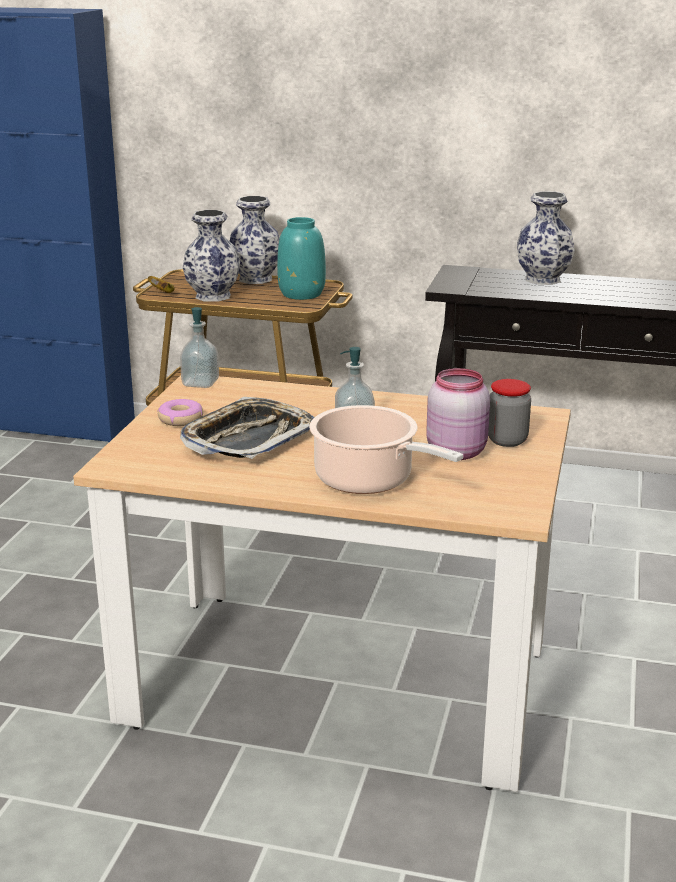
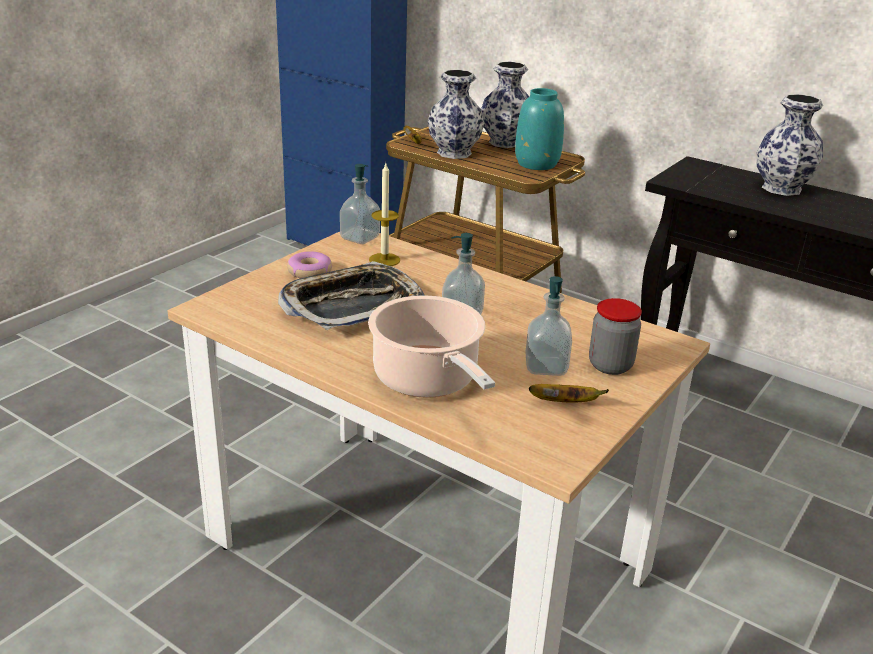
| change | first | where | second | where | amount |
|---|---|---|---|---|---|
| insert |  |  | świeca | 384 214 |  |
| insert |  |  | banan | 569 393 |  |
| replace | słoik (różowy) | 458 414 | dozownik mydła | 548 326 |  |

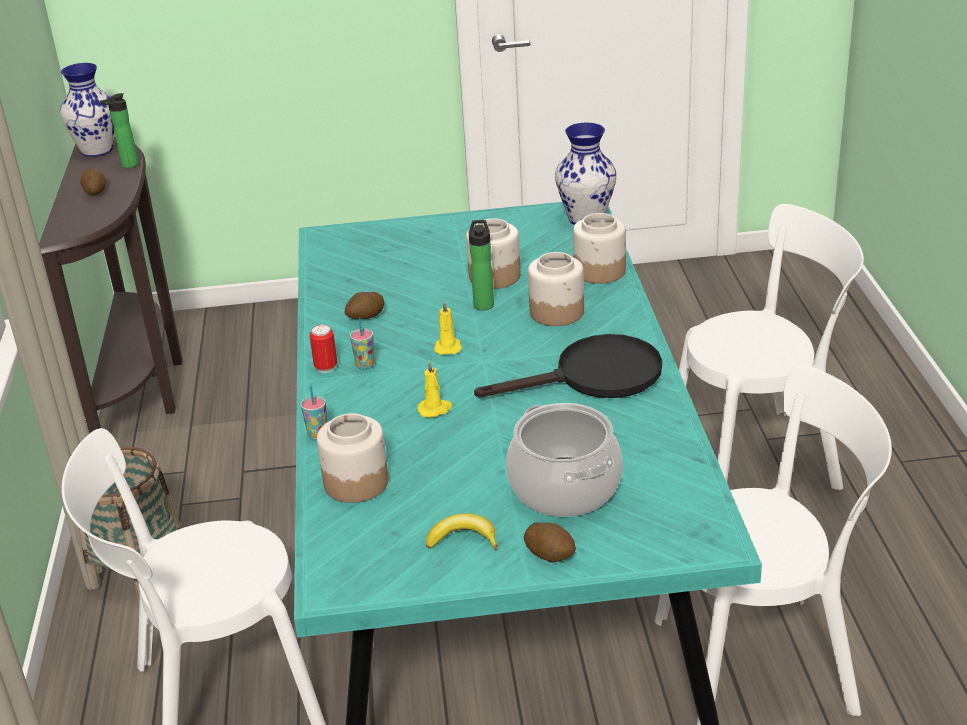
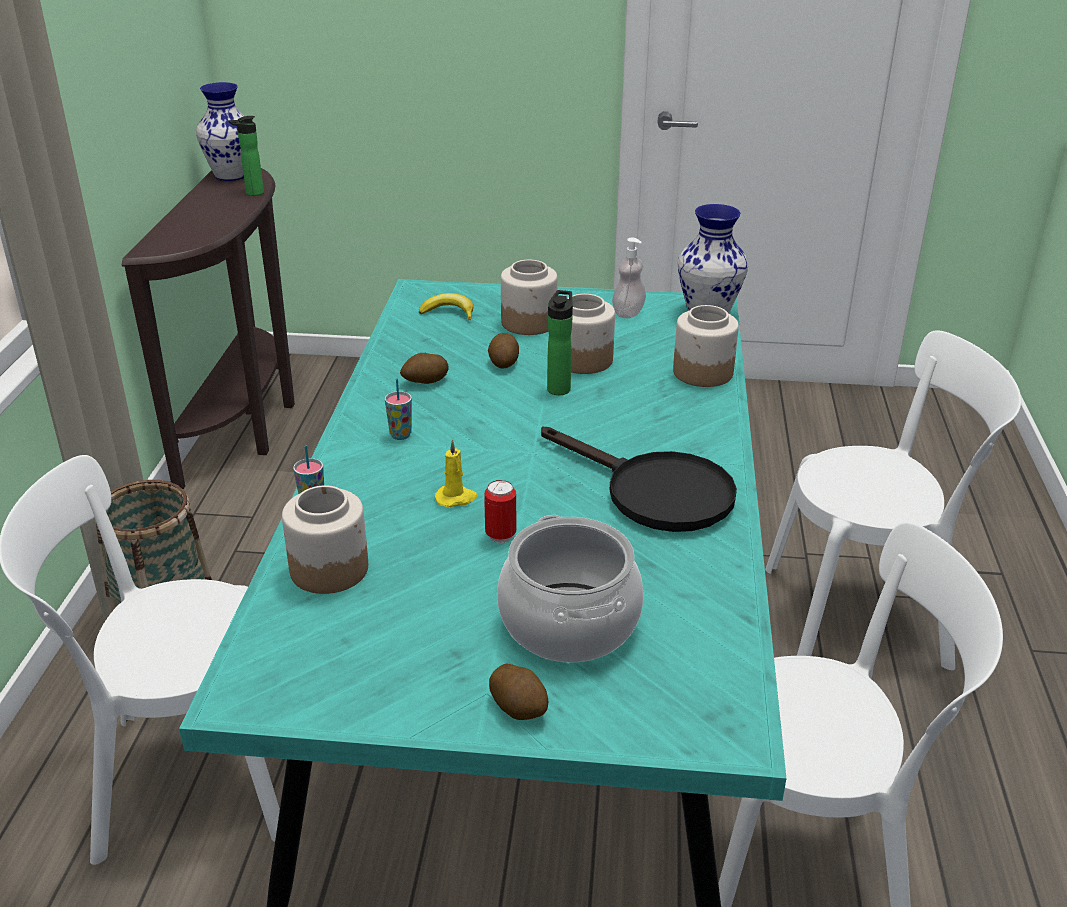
| change | first | where | second | where | amount |
|---|---|---|---|---|---|
| delete | świeca (żółty) | 448 328 |  |  |  |
| insert |  |  | dozownik mydła | 629 277 |  |
| move | ziemniak | 93 181 |  | 503 350 |  |
| move | puszka | 323 349 |  | 500 511 |  |
| move | banan | 462 531 |  | 446 306 |  |
| move | słoik | 556 289 |  | 529 297 |  |
| rotate | patelnia (czarny) | 568 366 |  | 639 479 | 45 degrees clockwise |

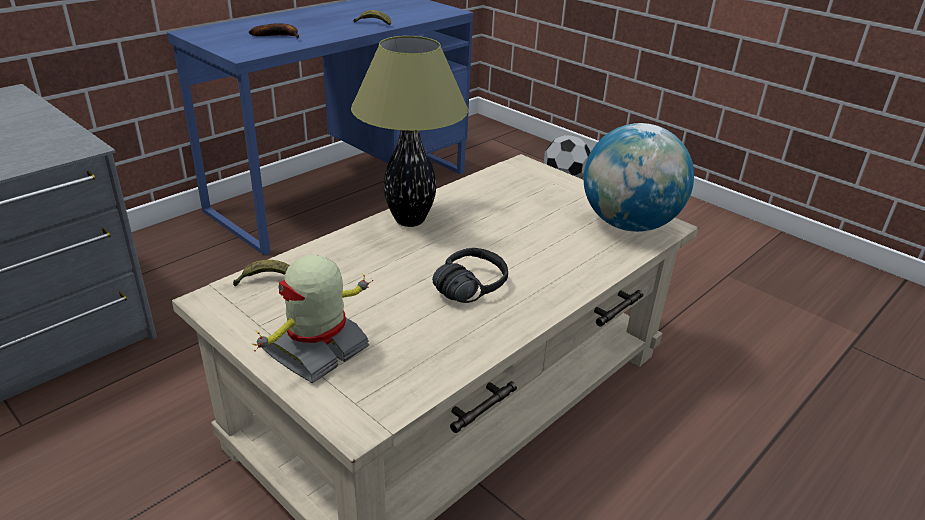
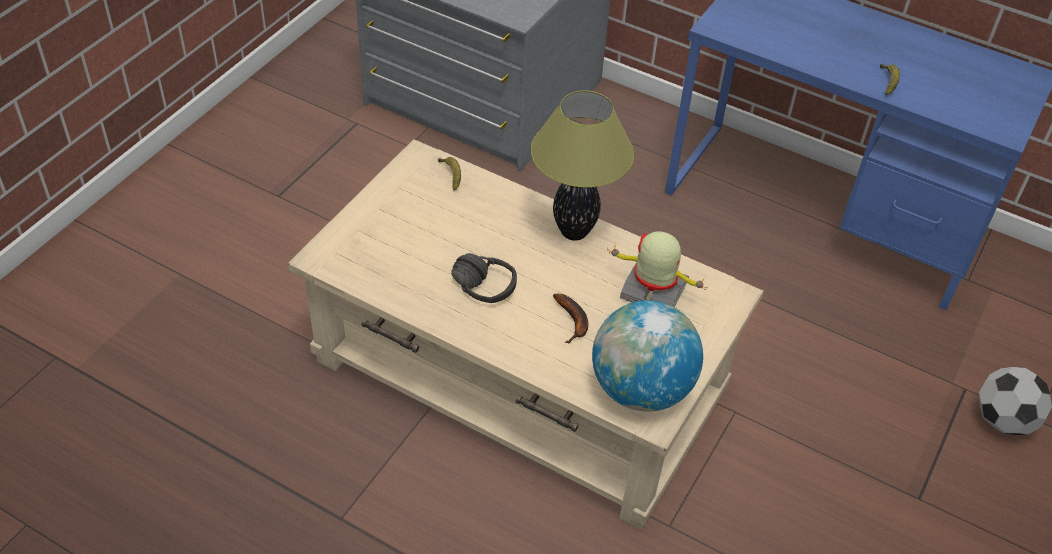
| change | first | where | second | where | amount |
|---|---|---|---|---|---|
| move | banan | 274 31 |  | 570 318 |  |
| move | robot zabawkowy | 313 319 |  | 657 269 |  |

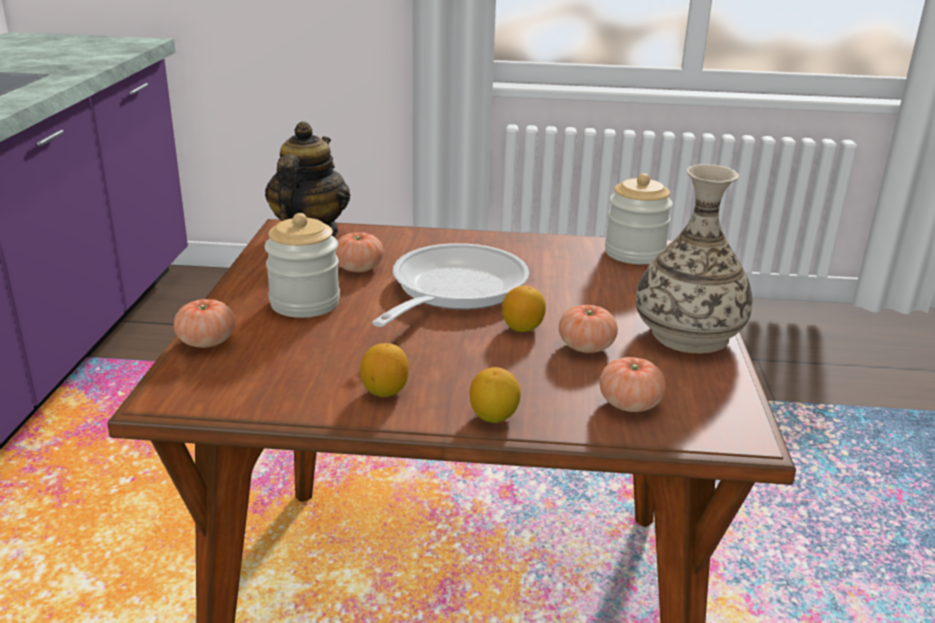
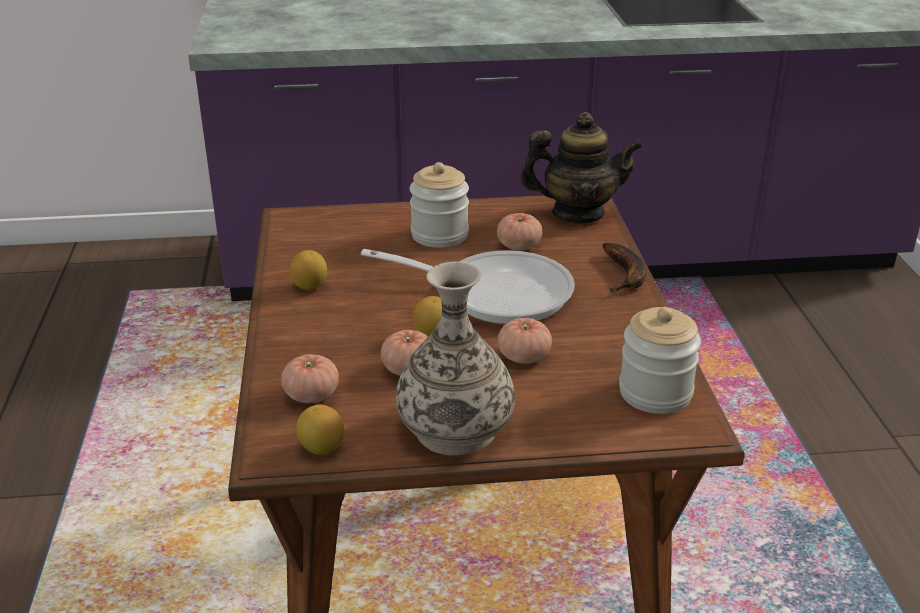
| change | first | where | second | where | amount |
|---|---|---|---|---|---|
| insert |  |  | banan | 624 268 |  |
| move | pomidor | 204 323 |  | 524 341 |  |
| move | cytryna | 495 395 |  | 320 429 |  |

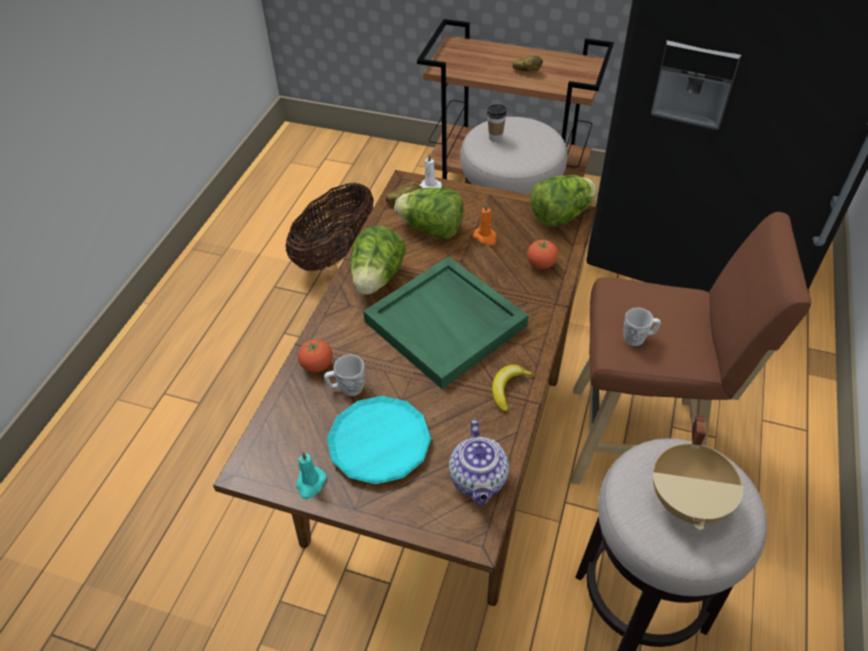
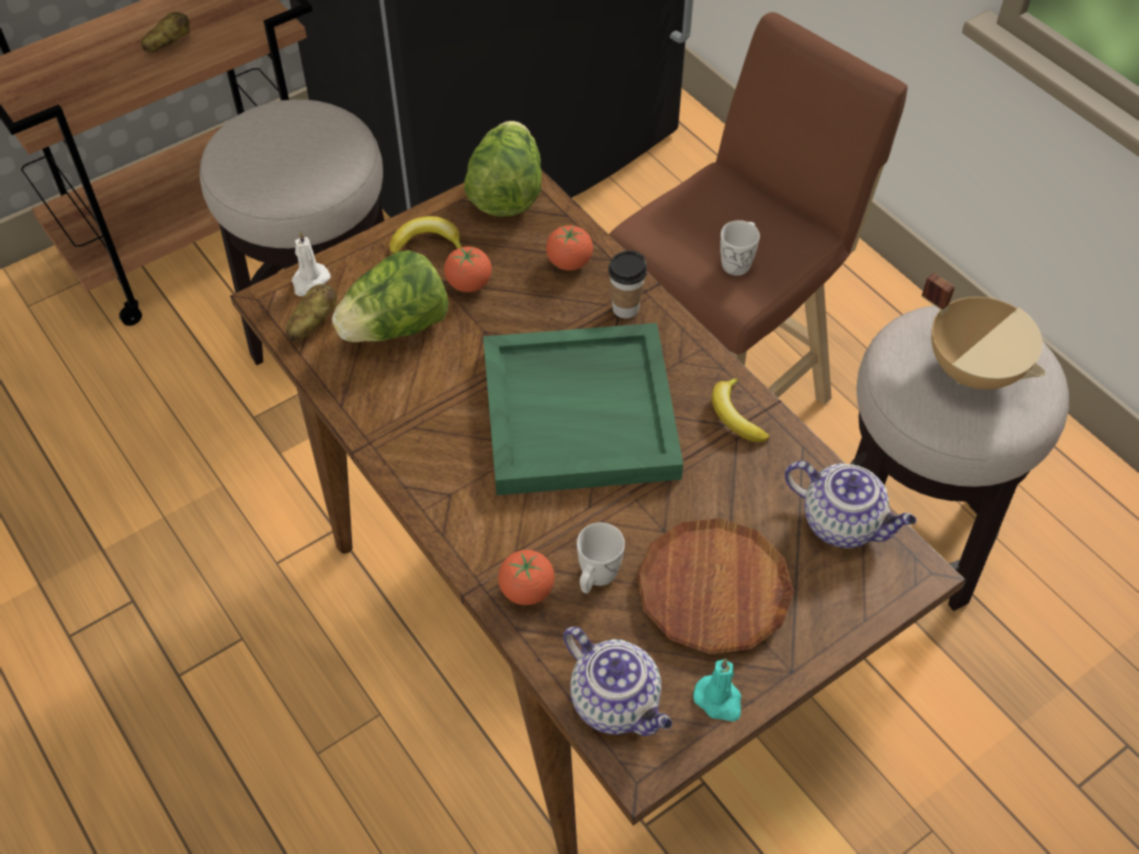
| change | first | where | second | where | amount |
|---|---|---|---|---|---|
| delete | koszyk | 330 226 |  |  |  |
| delete | sałata | 378 260 |  |  |  |
| insert |  |  | banan | 426 235 |  |
| insert |  |  | imbryk | 617 681 |  |
| move | filiżanka | 497 123 |  | 627 284 |  |
| replace | świeca (pomarańczowy) | 485 224 | pomidor | 468 269 |  |
| recolor | talerz (turkusowy) | 379 440 | talerz (brązowy) | 715 586 |  |

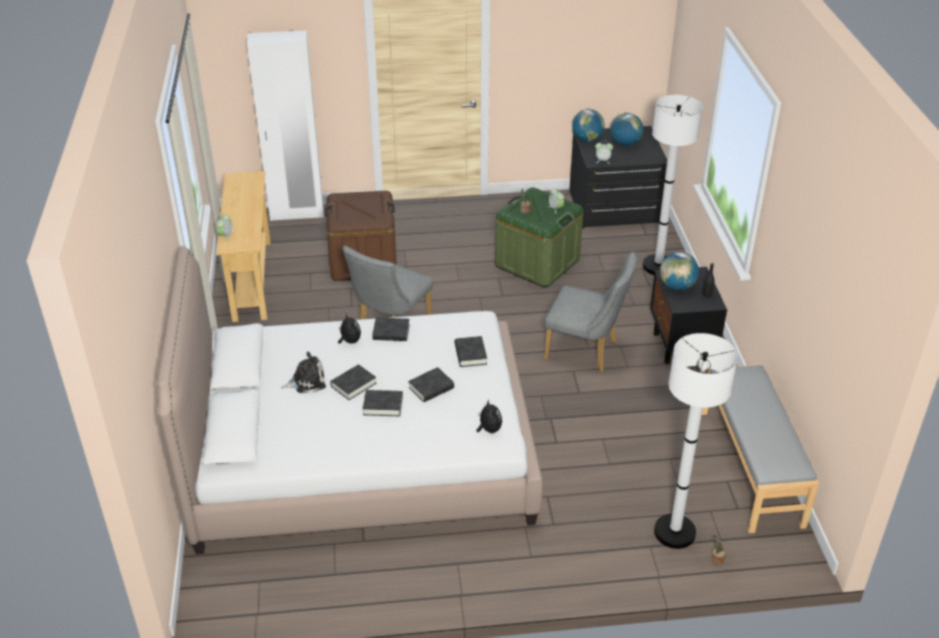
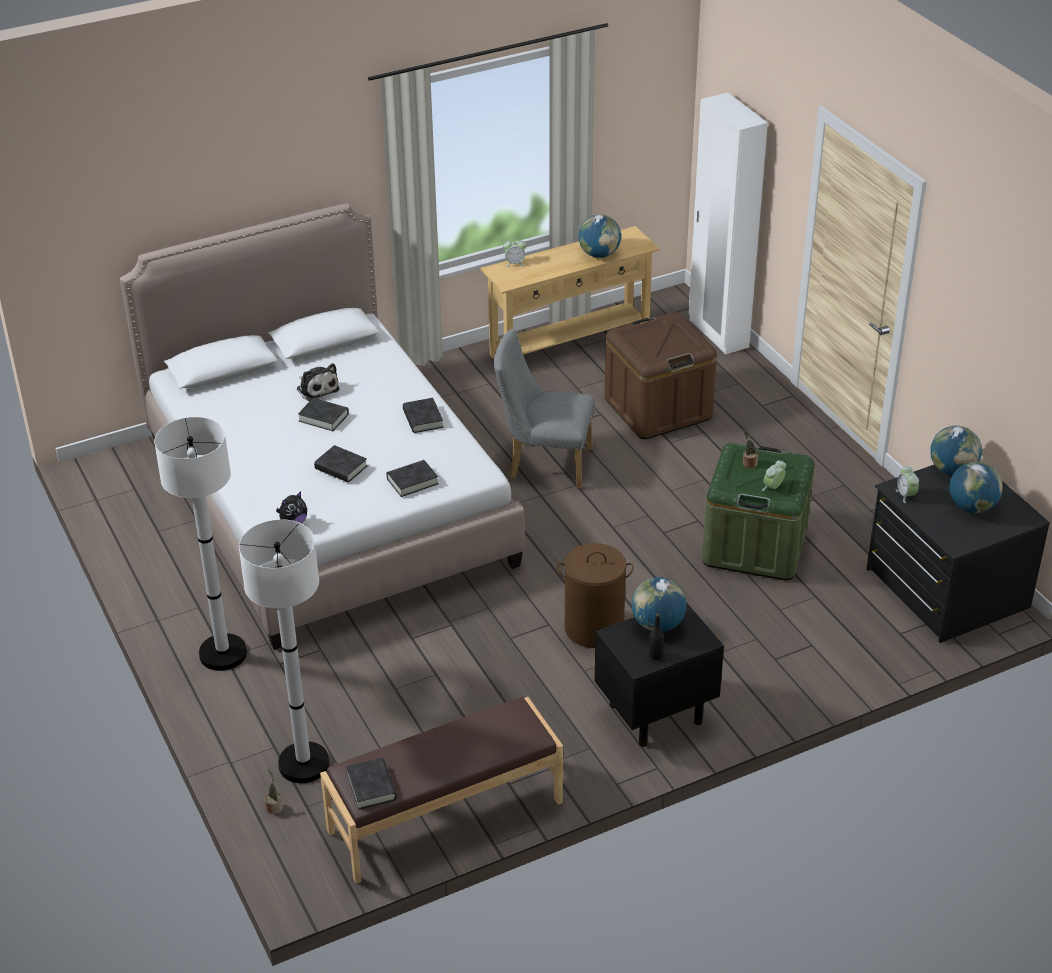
| change | first | where | second | where | amount |
|---|---|---|---|---|---|
| delete | pluszak | 349 328 |  |  |  |
| insert |  |  | globus | 599 236 |  |
| move | książka (czarny) | 383 403 |  | 371 783 |  |
| move | lampa stojąca (biały) | 673 185 |  | 200 544 |  |
| replace | krzesło (szary) | 590 312 | kosz na pranie (brązowy) | 595 595 |  |
| recolor | ławka (szary) | 760 448 | ławka (brązowy) | 441 790 |  |

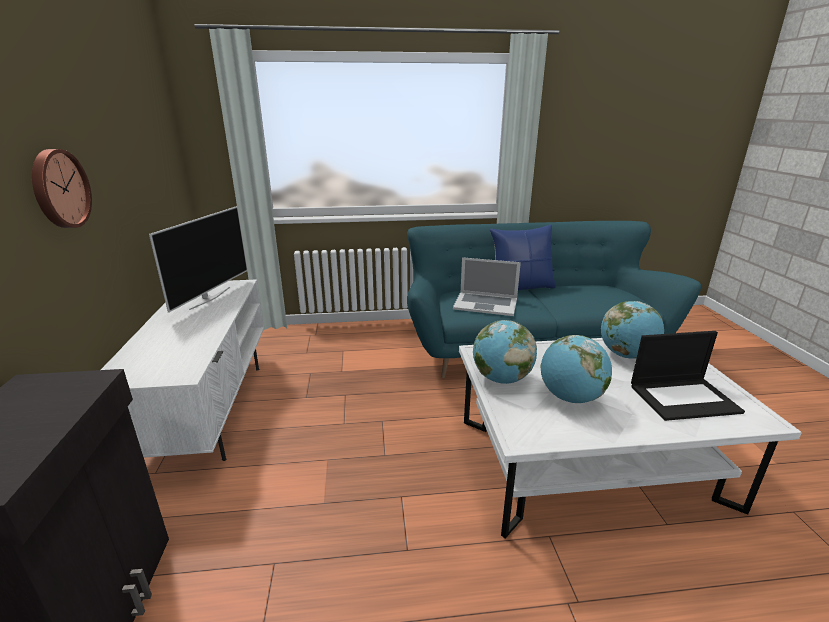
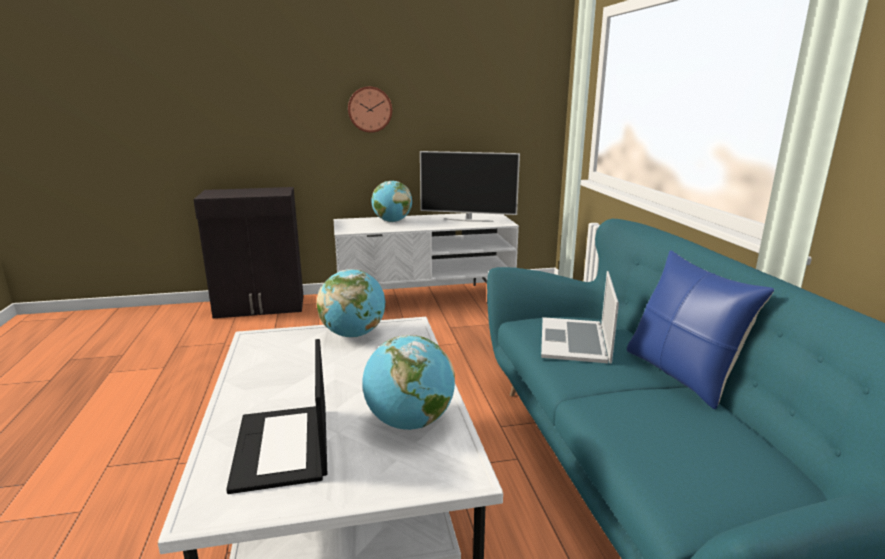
| change | first | where | second | where | amount |
|---|---|---|---|---|---|
| move | globus | 576 369 |  | 391 201 |  |

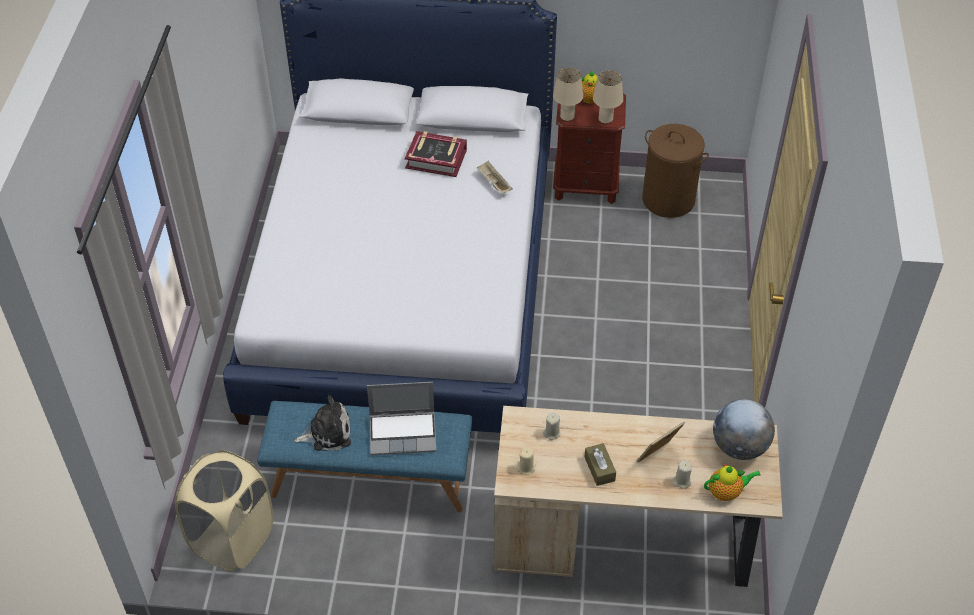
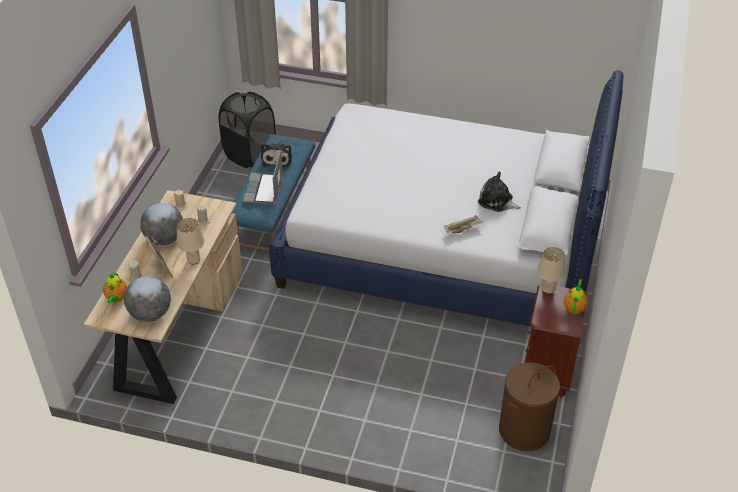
| change | first | where | second | where | amount |
|---|---|---|---|---|---|
| move | lampa stołowa (beżowy) | 608 97 |  | 190 241 |  |
| replace | książka | 436 154 | pluszak | 499 192 |  |
| replace | pudełko chusteczek (brązowy) | 600 464 | globus | 161 224 |  |
| recolor | kosz na pranie (beżowy) | 224 511 | kosz na pranie (czarny) | 247 130 |  |

